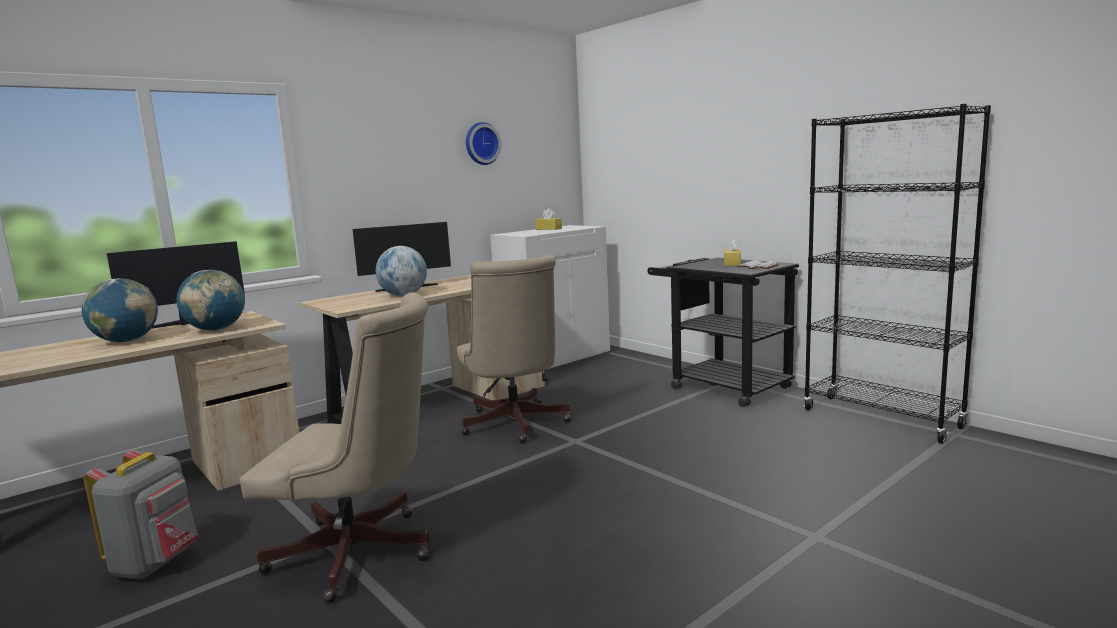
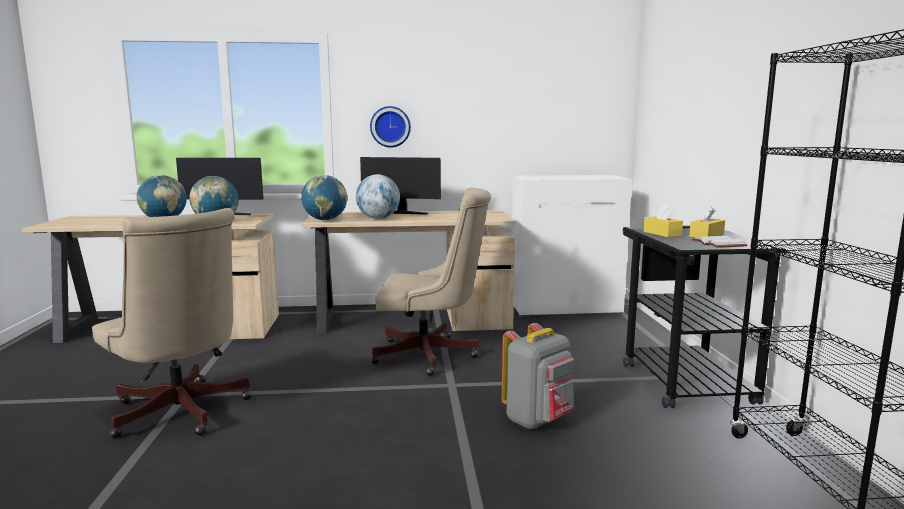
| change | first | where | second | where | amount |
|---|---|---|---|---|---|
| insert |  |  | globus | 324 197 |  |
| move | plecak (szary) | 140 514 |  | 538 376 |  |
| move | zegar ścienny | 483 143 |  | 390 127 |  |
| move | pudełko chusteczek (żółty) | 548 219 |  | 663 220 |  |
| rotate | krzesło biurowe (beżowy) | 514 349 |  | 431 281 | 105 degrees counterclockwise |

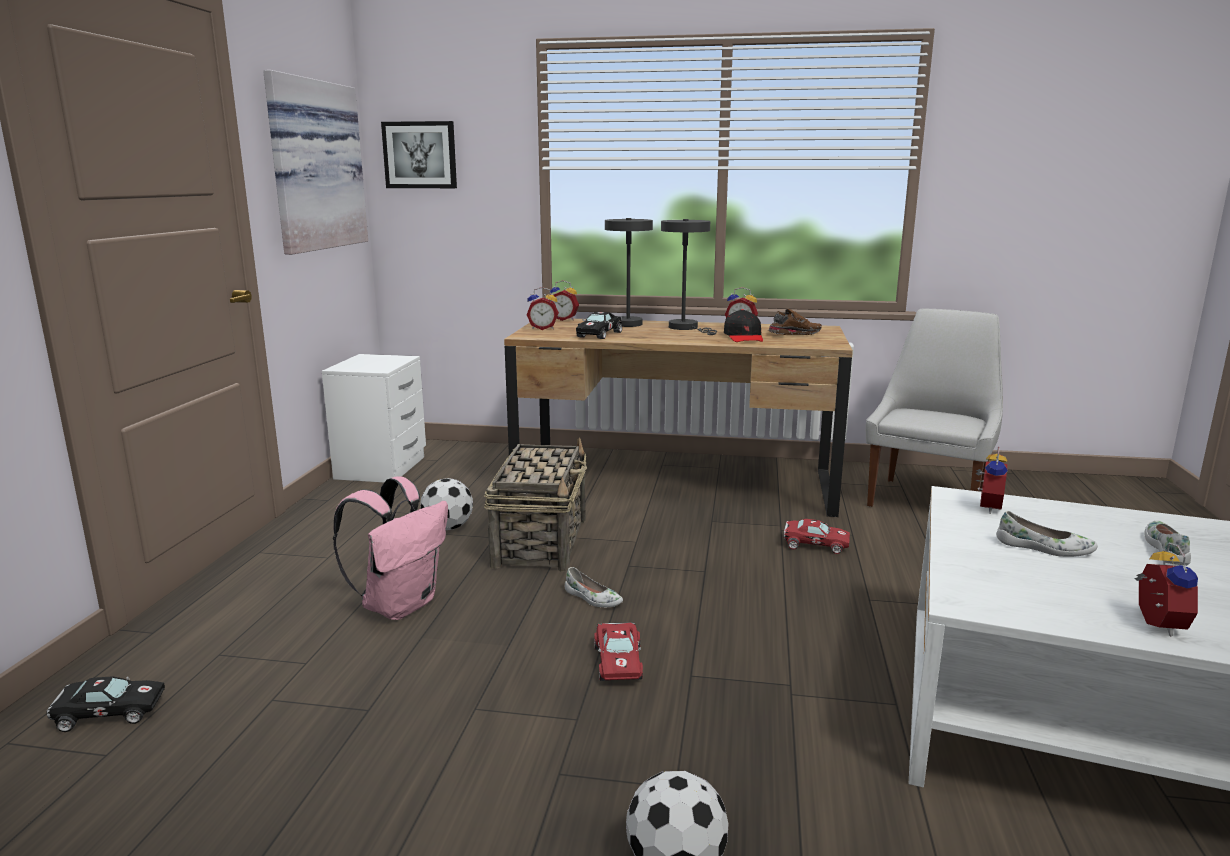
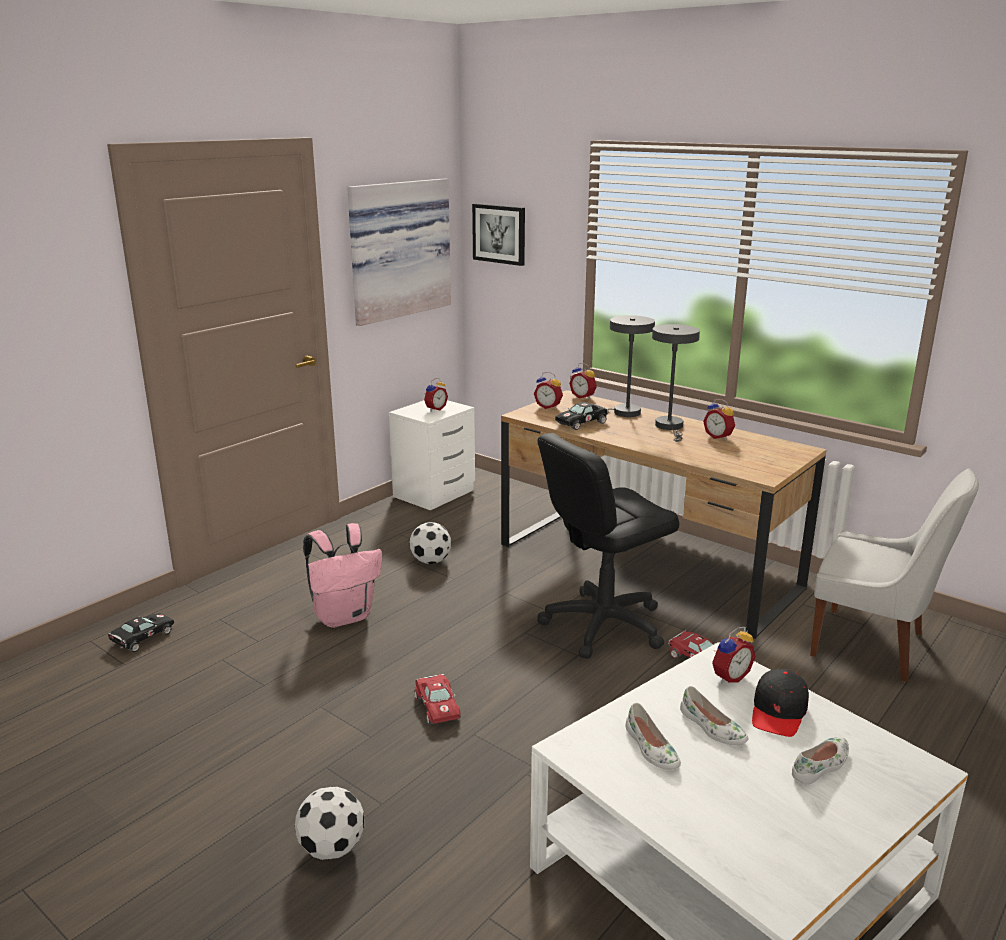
| change | first | where | second | where | amount |
|---|---|---|---|---|---|
| delete | koszyk | 535 505 |  |  |  |
| delete | but (brązowy) | 795 322 |  |  |  |
| insert |  |  | krzesło biurowe (czarny) | 608 546 |  |
| move | but (biały) | 594 587 |  | 653 736 |  |
| move | czapka z daszkiem (czarny) | 743 325 |  | 780 703 |  |
| move | budzik | 1166 589 |  | 436 394 |  |
| rotate | samochodzik (czarny) | 106 704 |  | 141 632 | 75 degrees counterclockwise |
| rotate | samochodzik (czerwony) | 618 652 |  | 438 699 | 45 degrees counterclockwise |
| rotate | krzesło (biały) | 934 408 |  | 894 576 | 60 degrees clockwise |

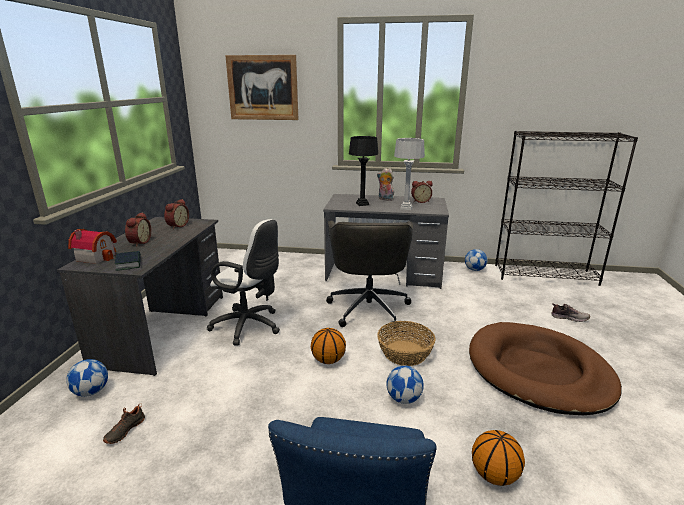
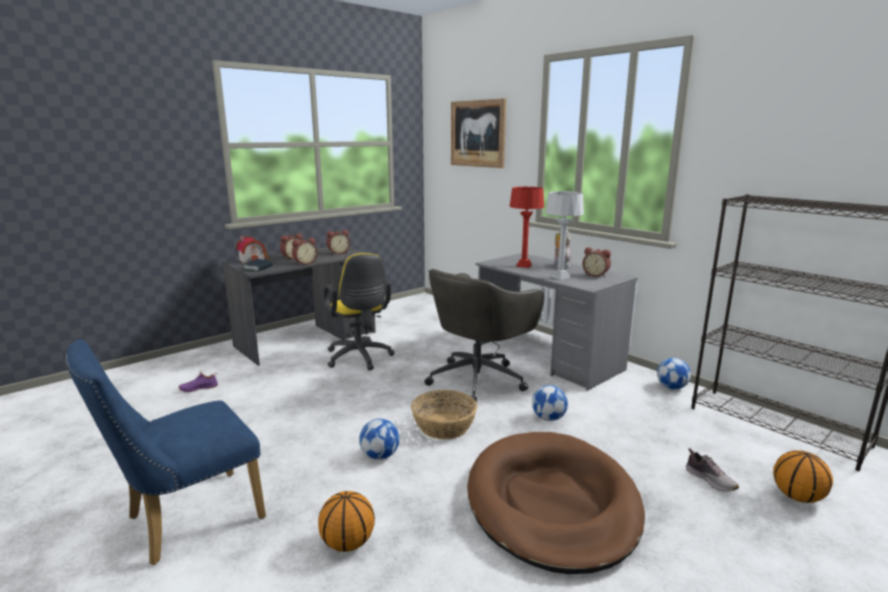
| change | first | where | second | where | amount |
|---|---|---|---|---|---|
| insert |  |  | budzik | 305 251 |  |
| move | piłka futbolowa | 87 378 |  | 550 403 |  |
| move | piłka do koszykówki | 328 346 |  | 803 476 |  |
| recolor | but (czarny) | 124 423 | but (fioletowy) | 198 381 |  |
| recolor | krzesło biurowe (biały) | 243 282 | krzesło biurowe (żółty) | 359 312 |  |
| recolor | lampa stołowa (czarny) | 363 171 | lampa stołowa (czerwony) | 527 227 |  |

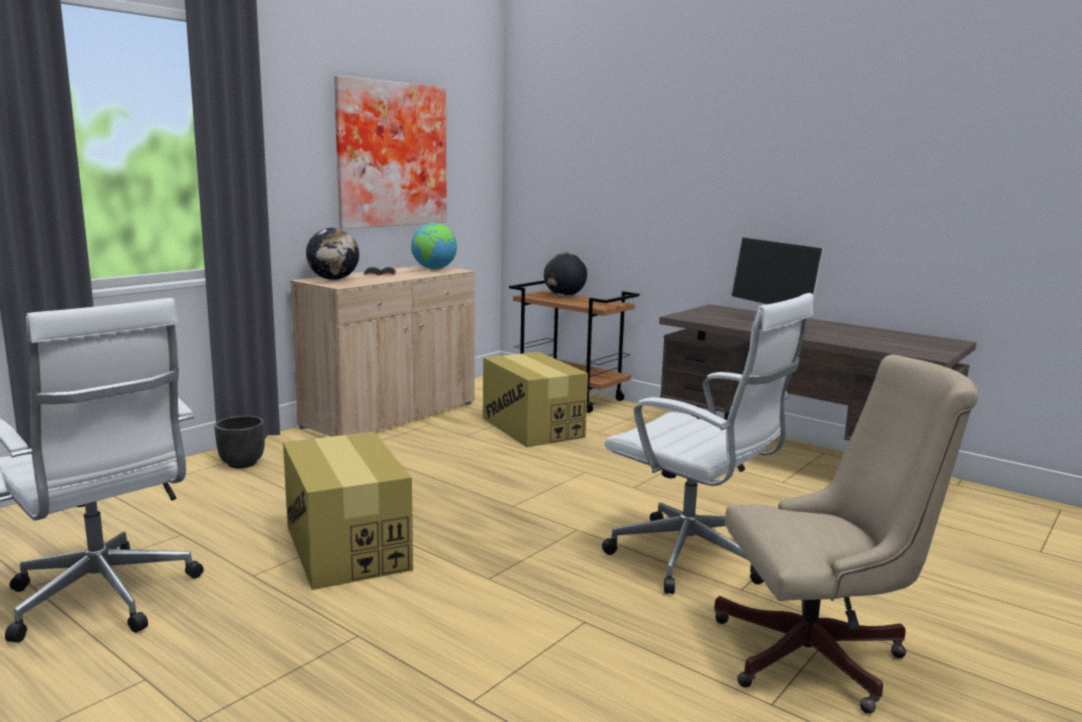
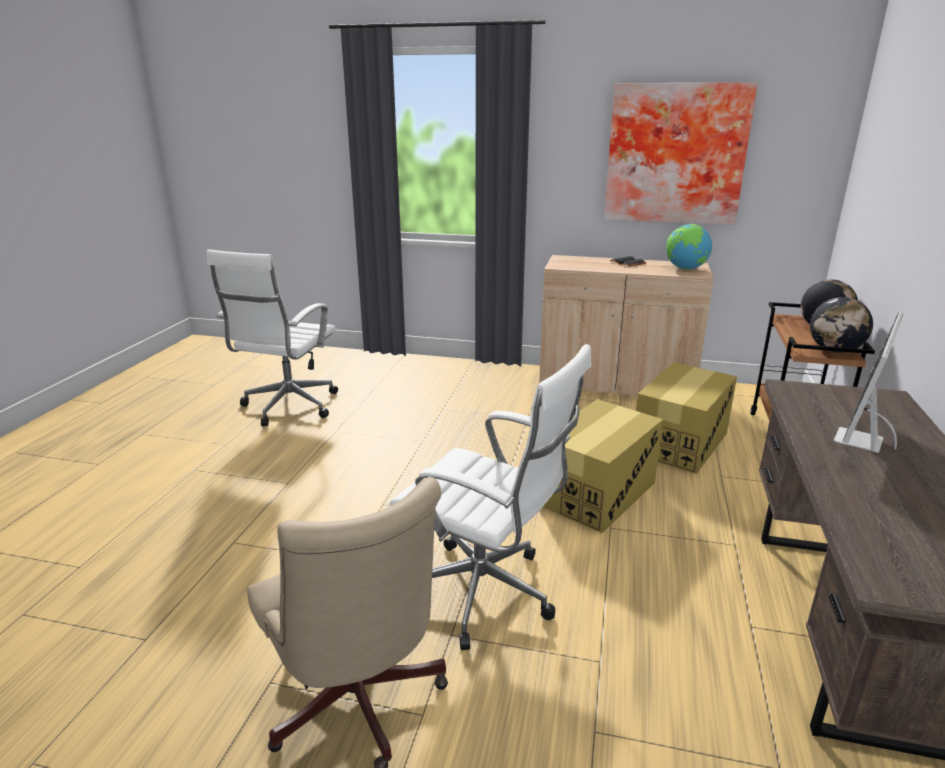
| change | first | where | second | where | amount |
|---|---|---|---|---|---|
| delete | donica (czarny) | 239 442 |  |  |  |
| move | karton | 348 511 |  | 603 466 |  |
| move | globus | 332 254 |  | 841 325 |  |
| rotate | krzesło biurowe (biały) | 707 443 |  | 490 497 | 75 degrees counterclockwise |

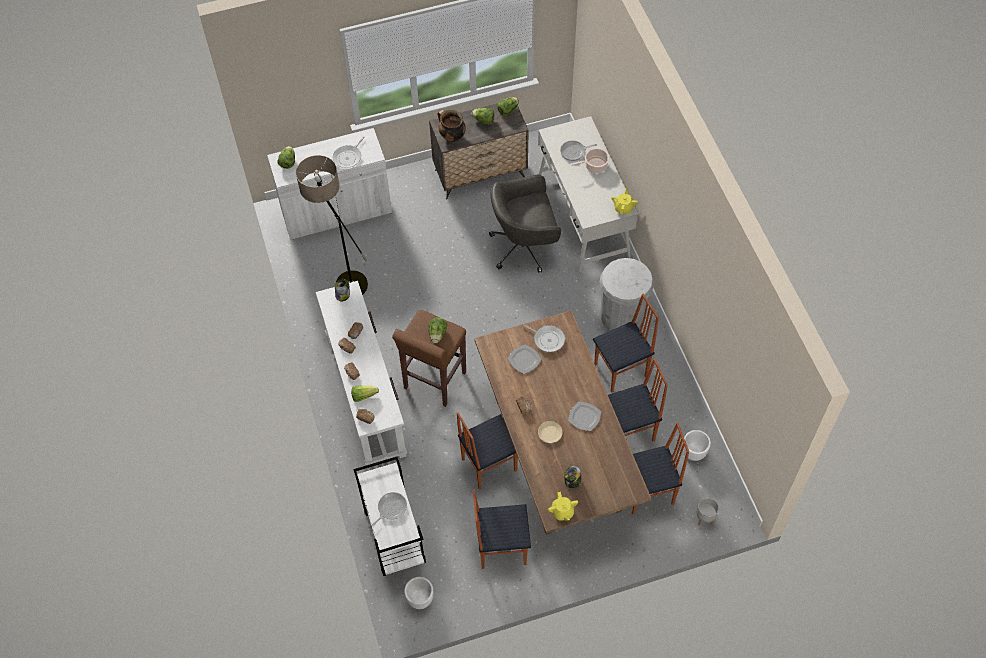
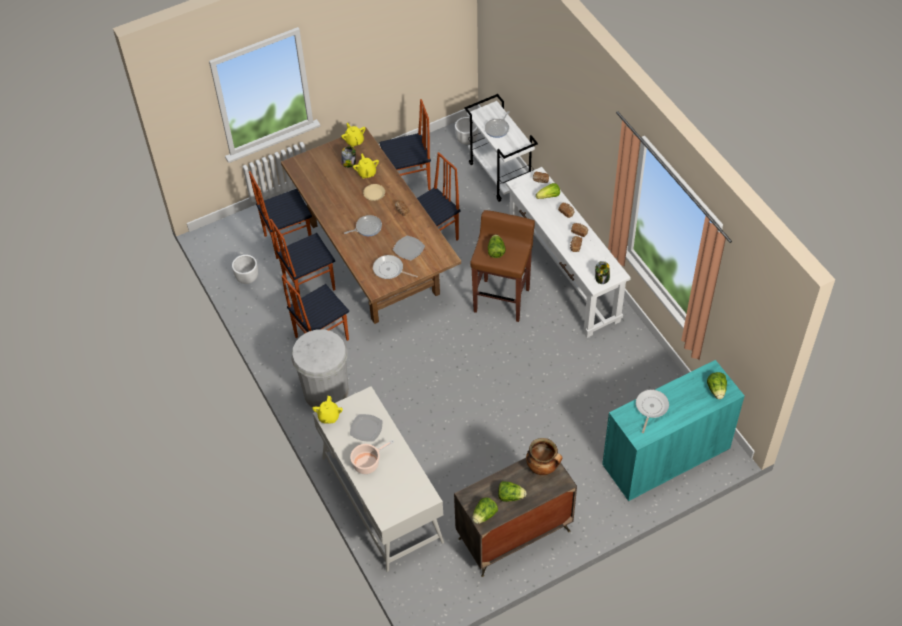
| change | first | where | second | where | amount |
|---|---|---|---|---|---|
| delete | lampa stojąca | 332 225 |  |  |  |
| delete | krzesło biurowe (szary) | 525 223 |  |  |  |
| delete | donica (szary) | 708 512 |  |  |  |
| insert |  |  | imbryk (żółty) | 366 166 |  |
| move | patelnia | 578 151 |  | 363 225 |  |
| move | talerz | 584 416 |  | 366 428 |  |
| recolor | szafka (biały) | 329 184 | szafka (turkusowy) | 673 430 |  |

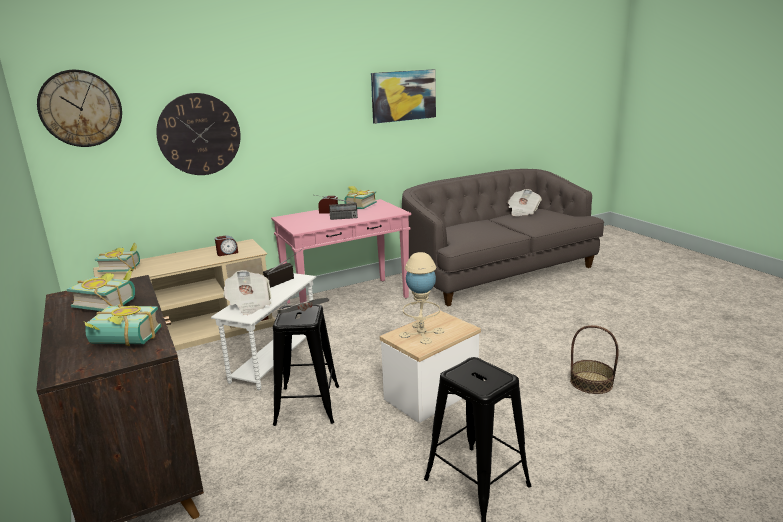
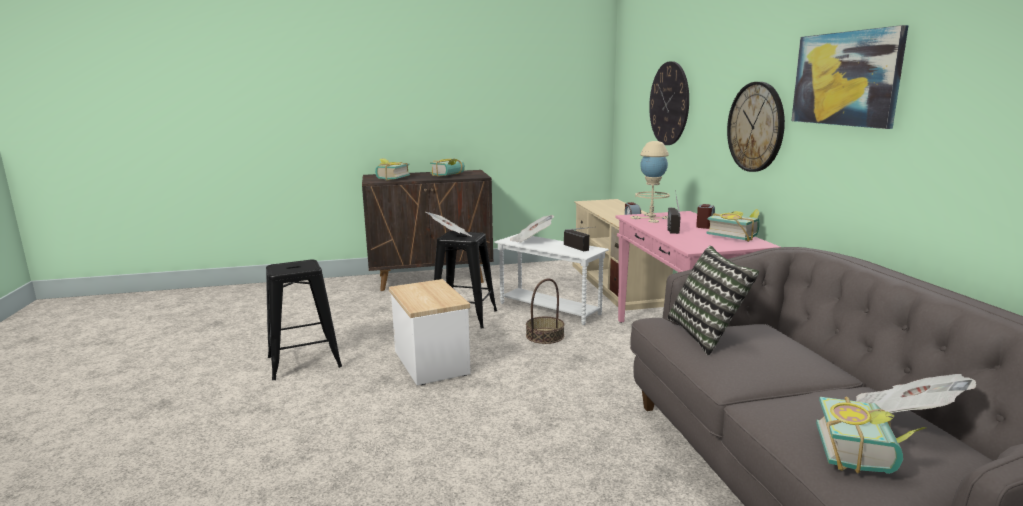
| change | first | where | second | where | amount |
|---|---|---|---|---|---|
| insert |  |  | poduszka | 713 301 |  |
| move | zegar ścienny | 79 108 |  | 756 127 |  |
| move | książka | 117 257 |  | 871 435 |  |
| move | lampa stołowa (beżowy) | 421 298 |  | 650 182 |  |
| move | koszyk | 594 359 |  | 545 311 |  |

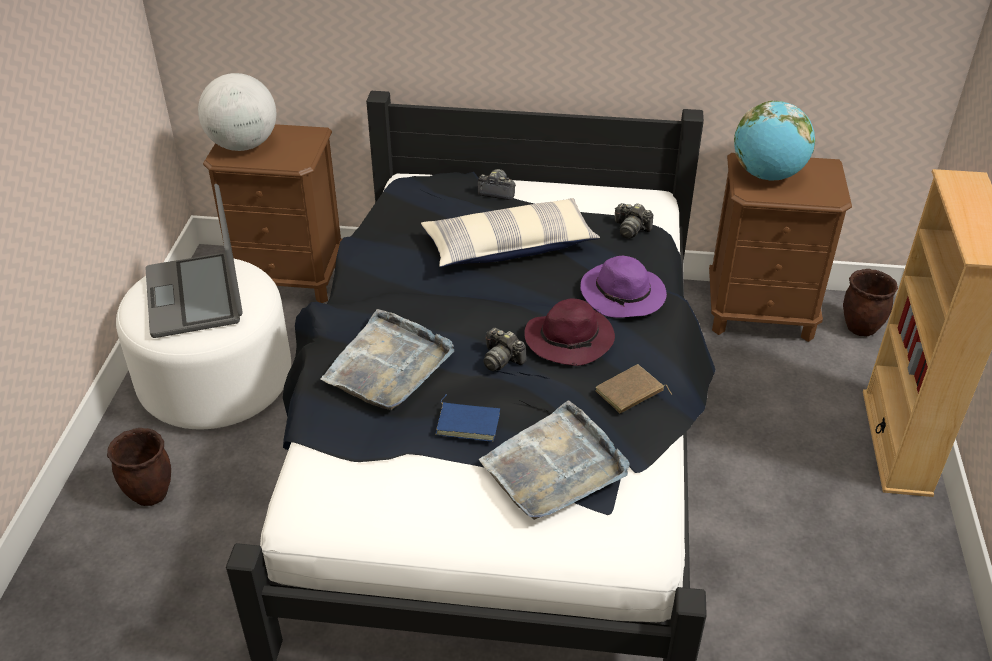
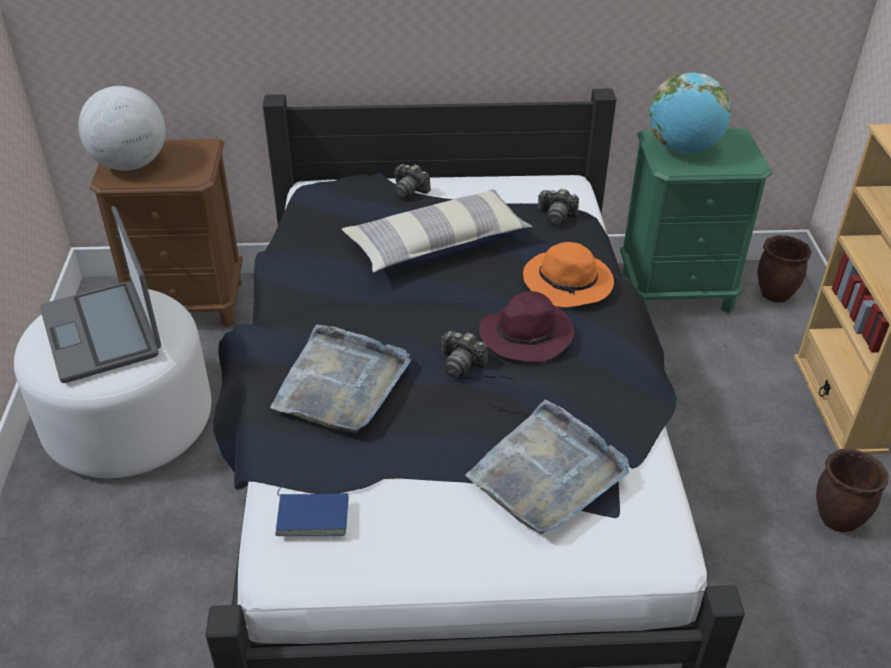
| change | first | where | second | where | amount |
|---|---|---|---|---|---|
| delete | książka (brązowy) | 633 388 |  |  |  |
| move | donica (brązowy) | 139 467 |  | 852 490 |  |
| move | książka (niebieski) | 467 418 |  | 312 509 |  |
| recolor | kapelusz (fioletowy) | 623 287 | kapelusz (pomarańczowy) | 568 274 |  |
| recolor | szafka nocna (brązowy) | 780 247 | szafka nocna (zielony) | 696 220 |  |
| rotate | aparat fotograficzny | 496 184 |  | 412 181 | 150 degrees counterclockwise |

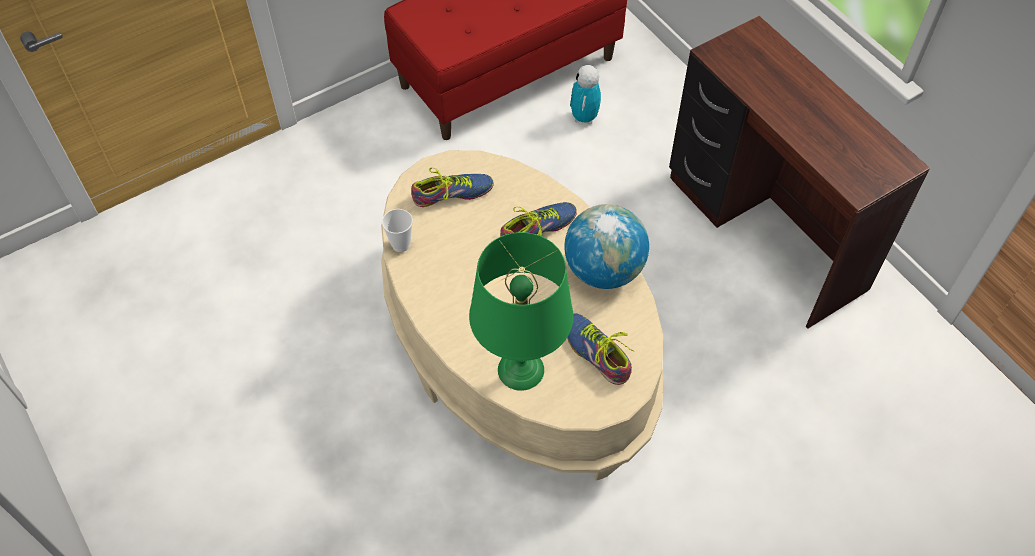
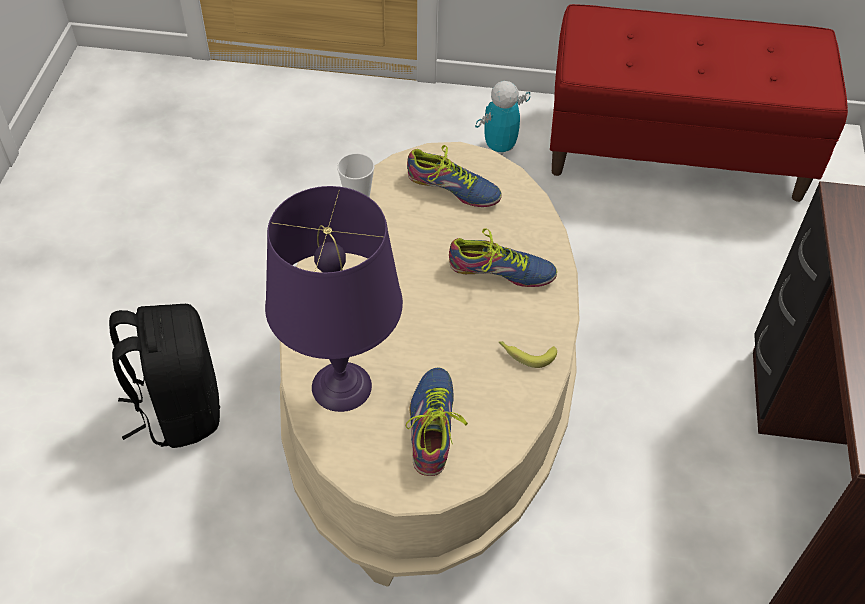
| change | first | where | second | where | amount |
|---|---|---|---|---|---|
| insert |  |  | plecak (czarny) | 164 376 |  |
| move | robot zabawkowy | 585 94 |  | 502 118 |  |
| replace | globus | 606 246 | banan | 528 354 |  |
| recolor | lampa stołowa (zielony) | 521 311 | lampa stołowa (fioletowy) | 334 299 |  |

